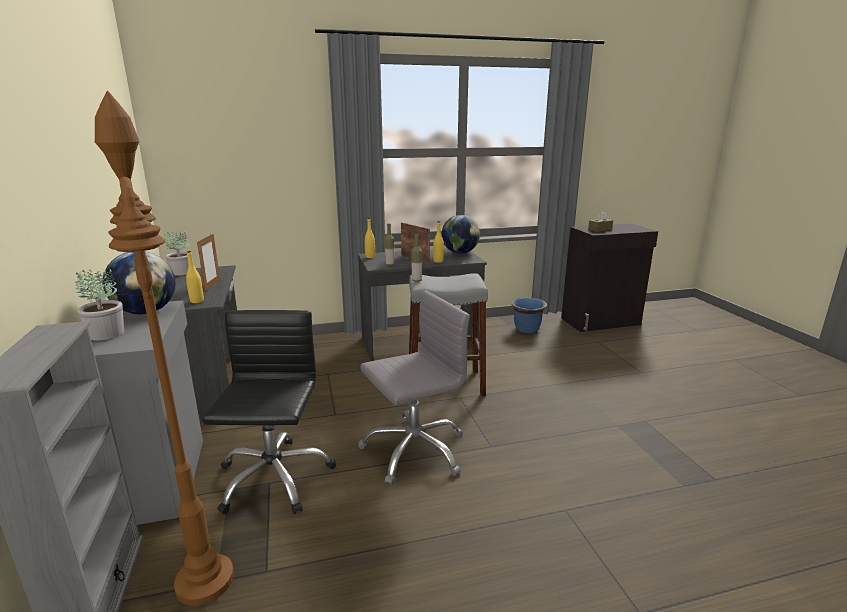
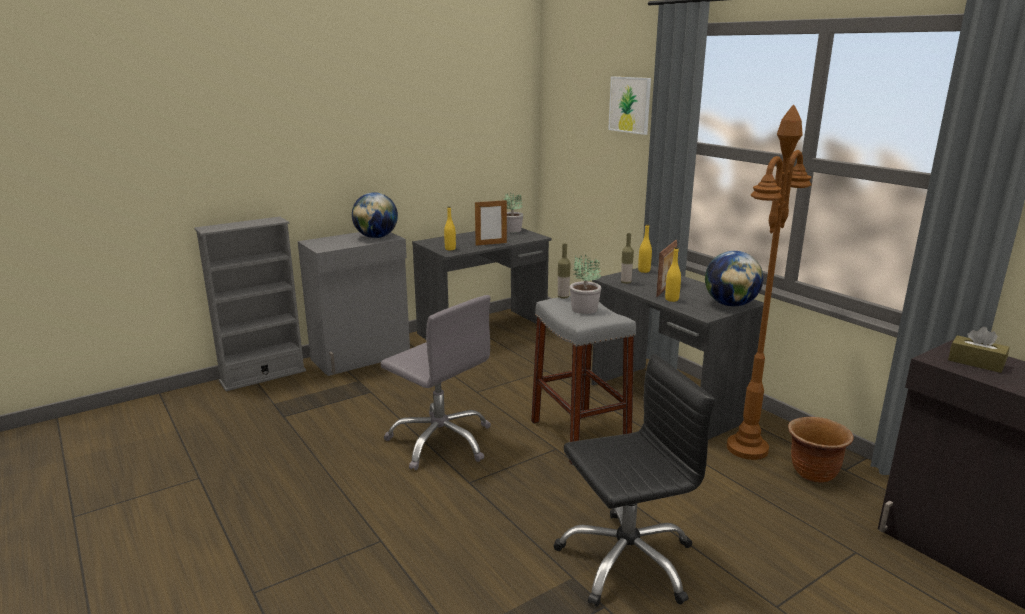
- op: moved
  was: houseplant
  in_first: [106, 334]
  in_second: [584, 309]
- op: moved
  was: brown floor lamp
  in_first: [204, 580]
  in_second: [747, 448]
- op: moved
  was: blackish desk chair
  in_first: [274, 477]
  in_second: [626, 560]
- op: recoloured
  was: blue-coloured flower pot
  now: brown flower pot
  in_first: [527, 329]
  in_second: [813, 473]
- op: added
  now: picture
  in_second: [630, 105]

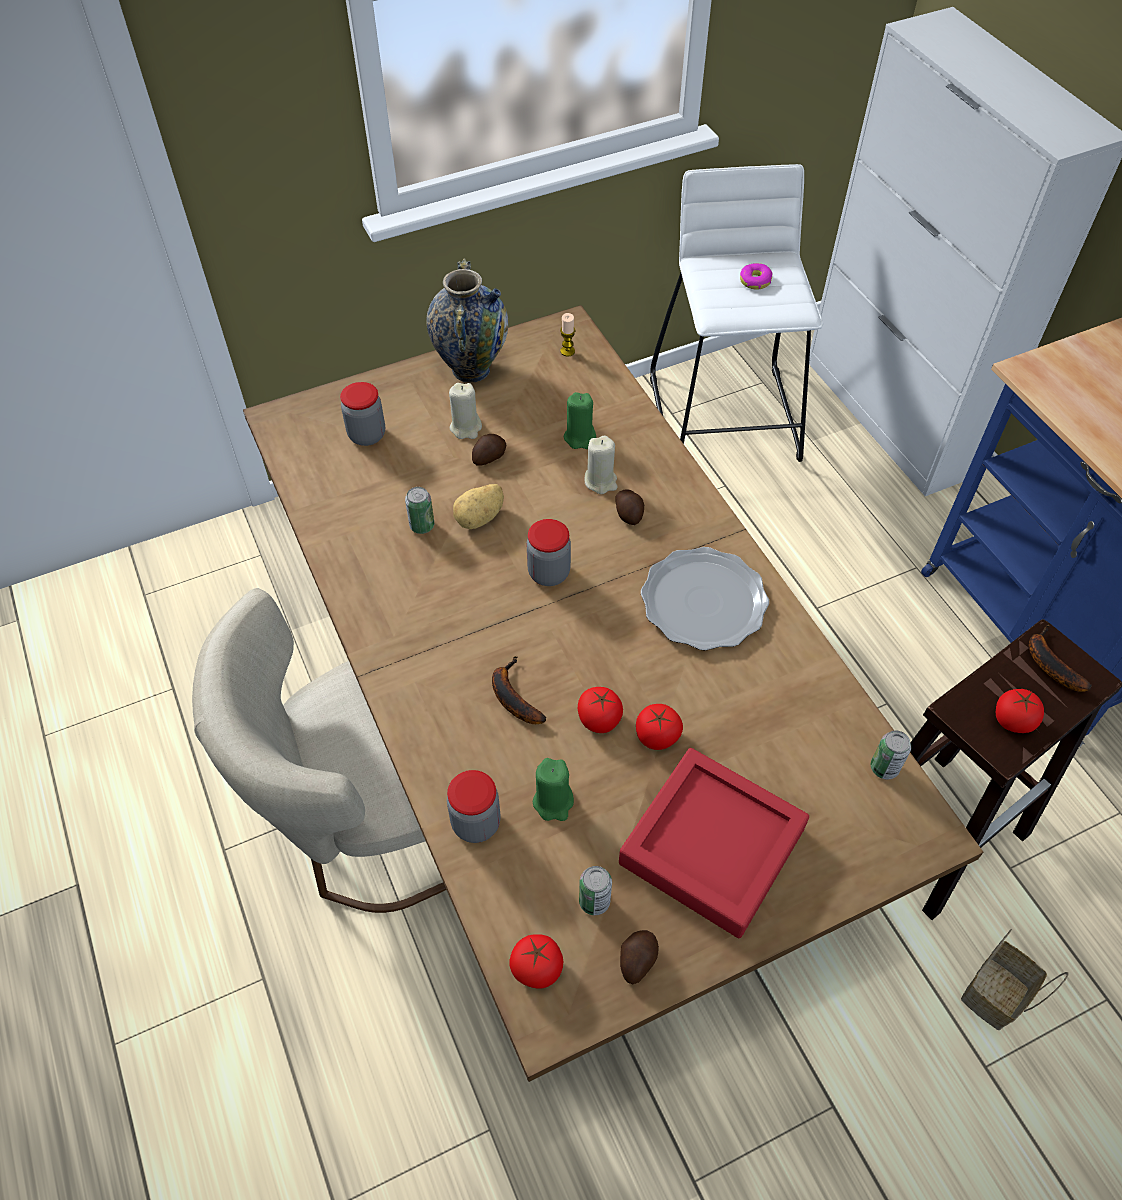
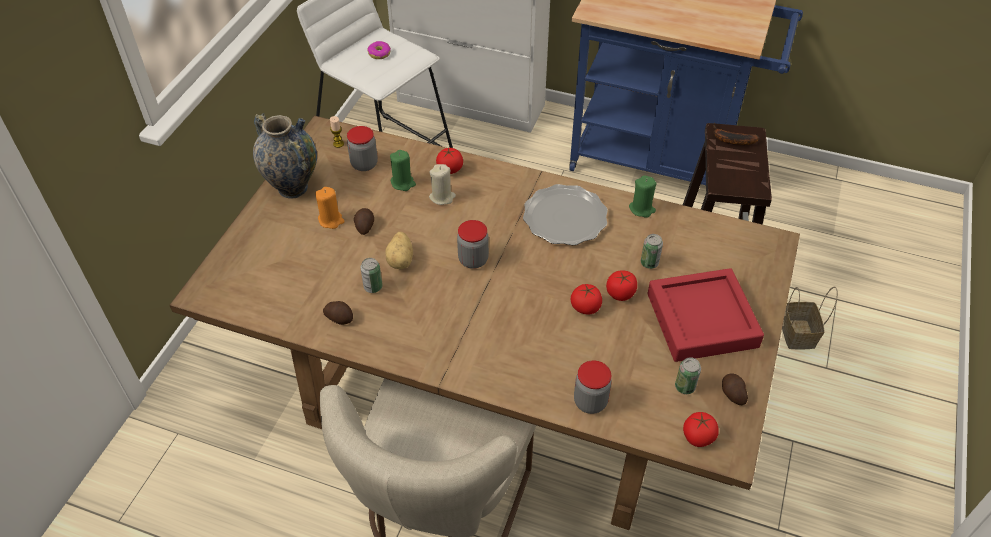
- op: moved
  was: jar
  in_first: [367, 435]
  in_second: [364, 164]
- op: recoloured
  was: beige wax candle
  now: orange-coloured wax candle
  in_first: [466, 428]
  in_second: [331, 220]
- op: removed
  was: banana fruit
  in_first: [512, 696]
- op: moved
  was: greenish wax candle
  in_first: [553, 802]
  in_second: [642, 209]
- op: moved
  was: spud
  in_first: [629, 513]
  in_second: [339, 317]
- op: moved
  was: can
  in_first: [884, 768]
  in_second: [649, 263]
- op: moved
  was: tomato
  in_first: [1012, 720]
  in_second: [449, 169]

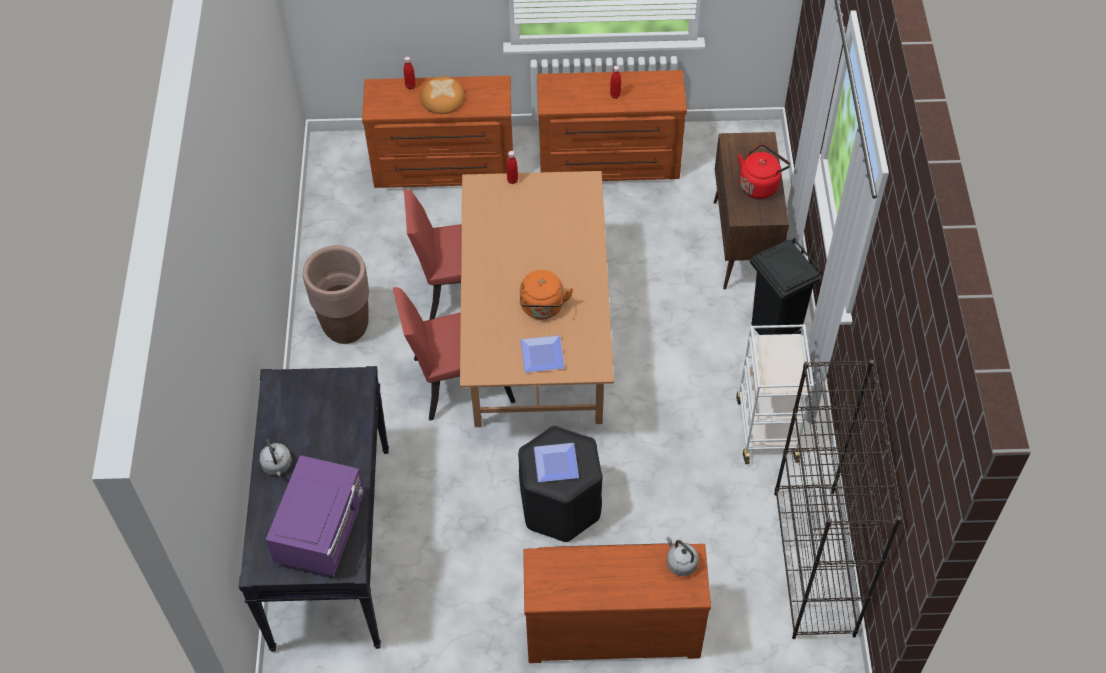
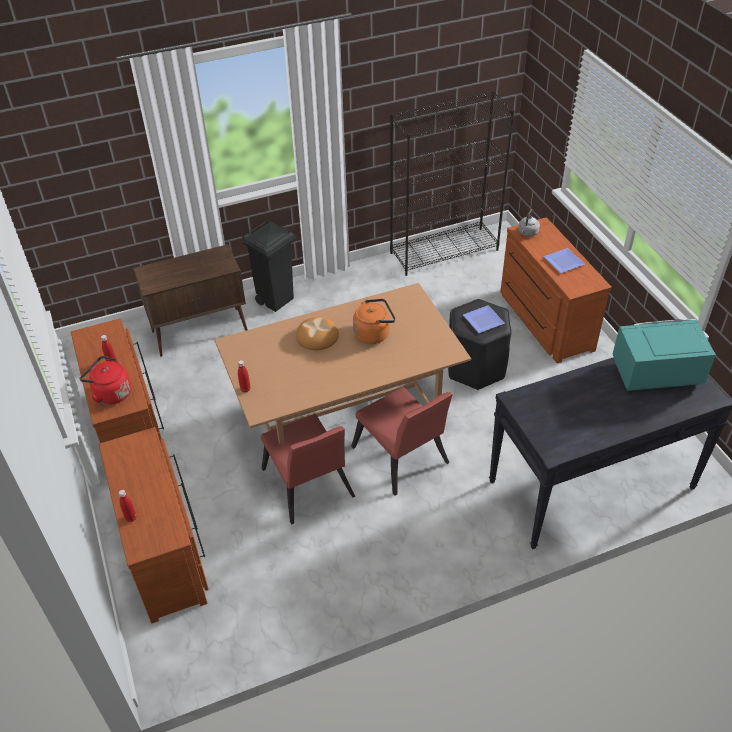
- op: removed
  was: grey kettle
  in_first: [277, 466]
- op: recoloured
  was: purplish microwave oven
  now: turquoise microwave oven
  in_first: [322, 530]
  in_second: [654, 373]
- op: removed
  was: brown flower pot
  in_first: [345, 327]
- op: moved
  was: baked bread
  in_first: [442, 98]
  in_second: [317, 337]
- op: moved
  was: flat dish
  in_first: [543, 354]
  in_second: [562, 262]
- op: removed
  was: white cart
  in_first: [766, 427]
- op: moved
  was: red kettle
  in_first: [760, 184]
  in_second: [110, 393]

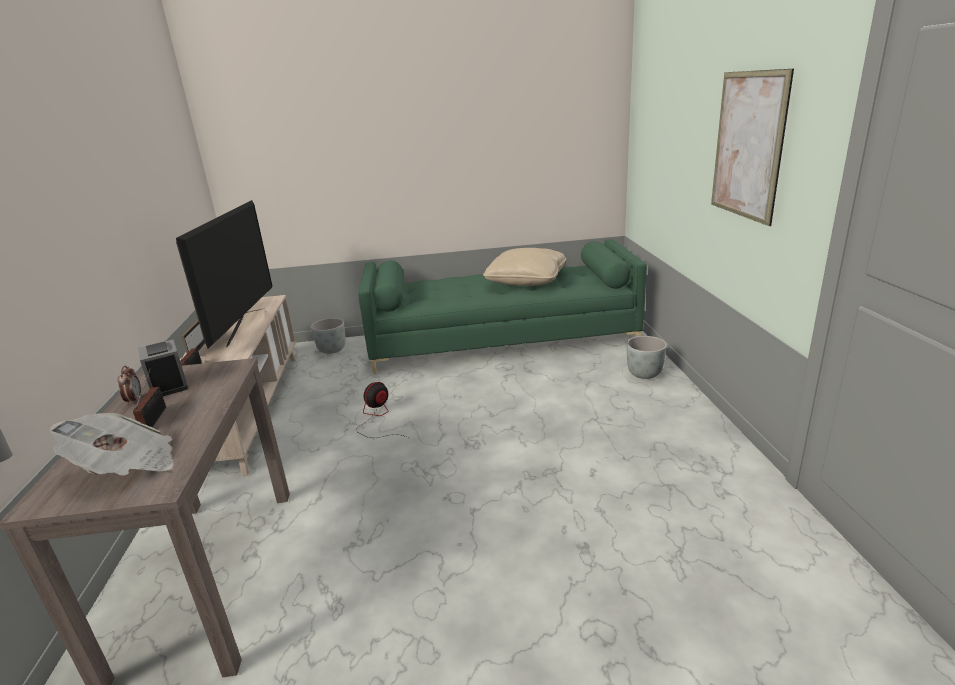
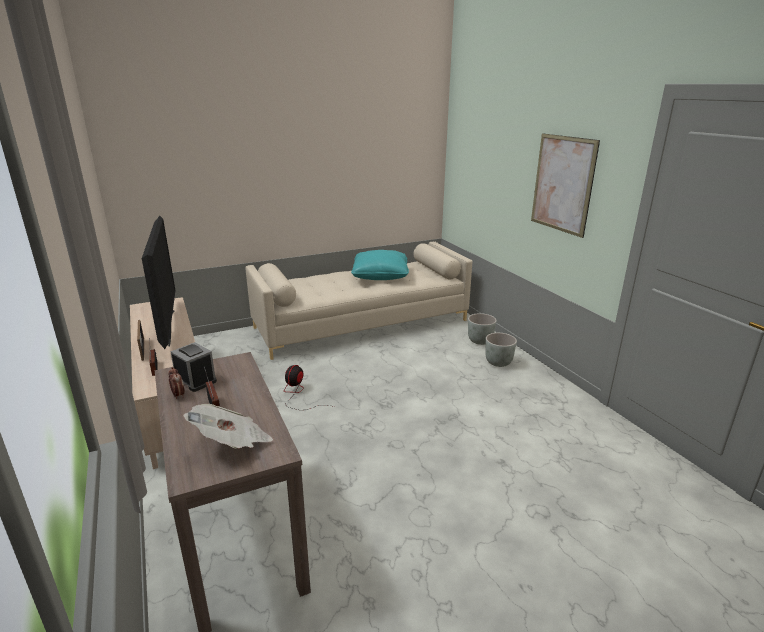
- op: moved
  was: grey flower pot
  in_first: [332, 350]
  in_second: [499, 363]
- op: recoloured
  was: greenish sofa
  now: beige sofa
  in_first: [502, 340]
  in_second: [362, 323]
- op: recoloured
  was: beige throw pillow
  now: turquoise throw pillow
  in_first: [526, 280]
  in_second: [380, 276]

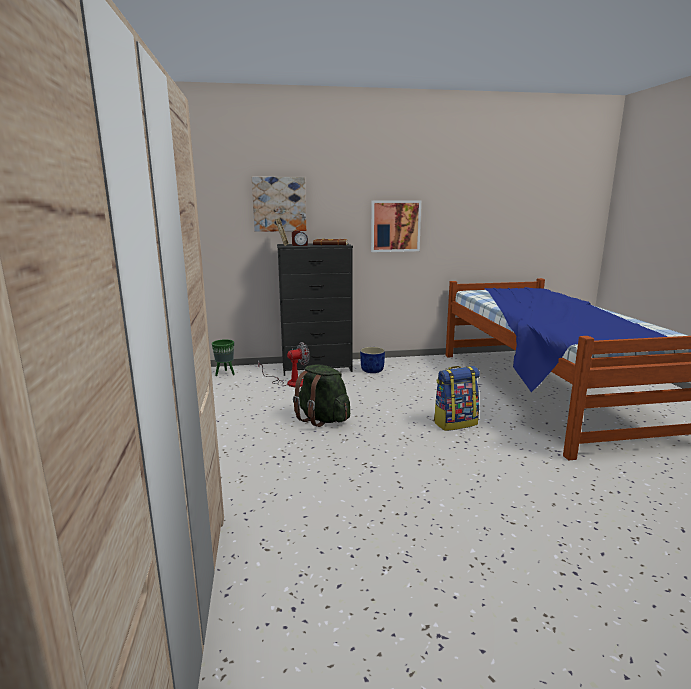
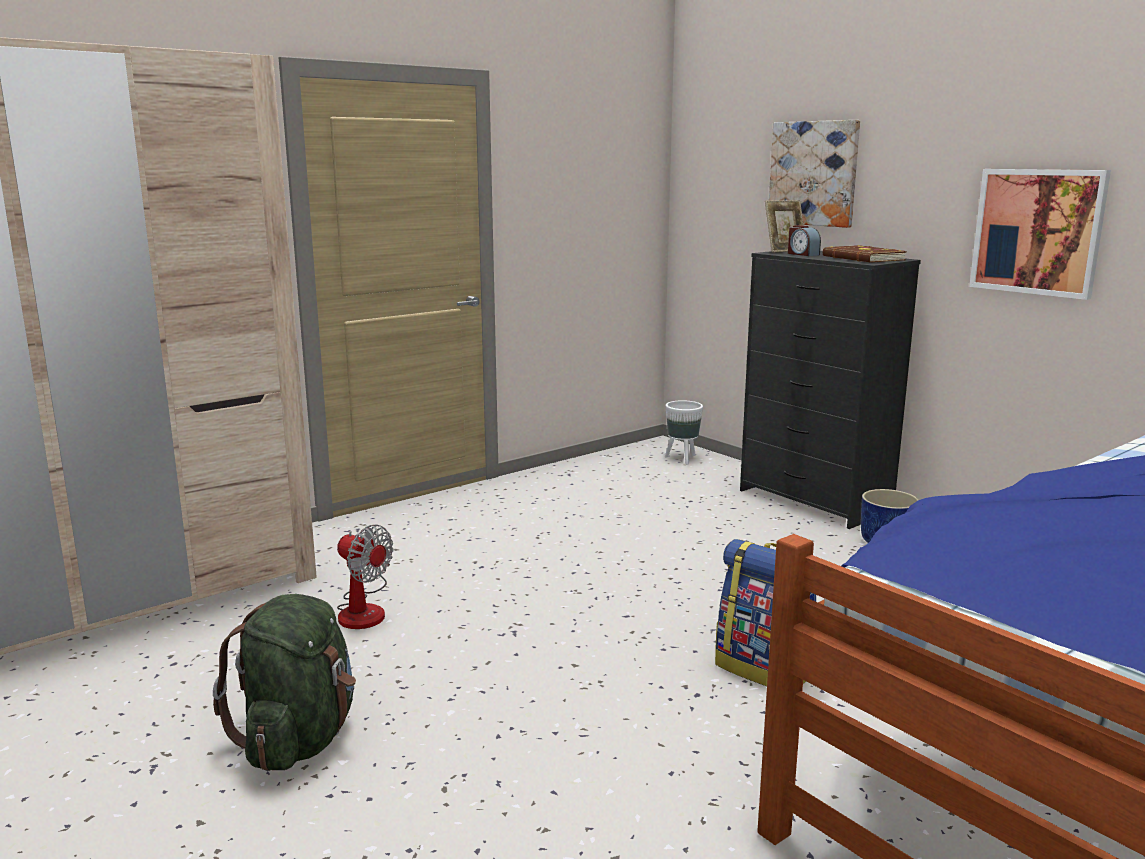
- op: recoloured
  was: greenish flower pot
  now: white flower pot
  in_first: [225, 374]
  in_second: [682, 459]
- op: moved
  was: electric fan
  in_first: [290, 382]
  in_second: [364, 609]
- op: moved
  was: greenish rucksack
  in_first: [322, 419]
  in_second: [299, 739]

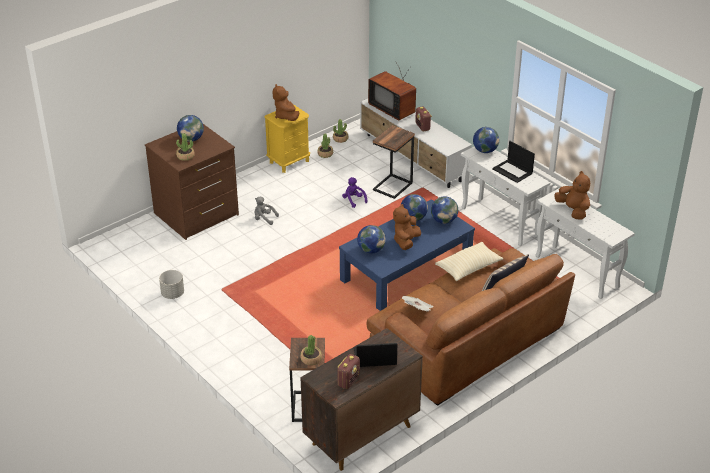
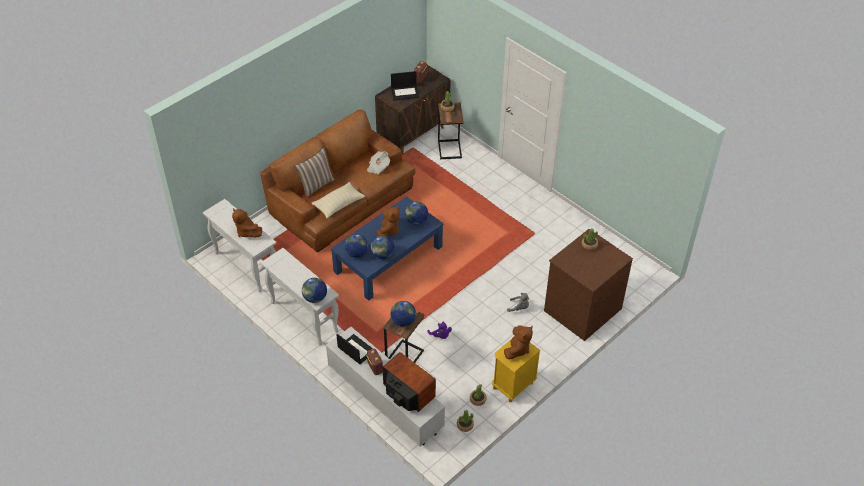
- op: removed
  was: grey flower pot
  in_first: [172, 294]
- op: moved
  was: globe
  in_first: [191, 139]
  in_second: [403, 321]
- op: turned
  was: brown cuddly toy
  in_first: [286, 116]
  in_second: [517, 349]
  clockwise: 45
- op: moved
  was: laptop
  in_first: [513, 171]
  in_second: [356, 349]

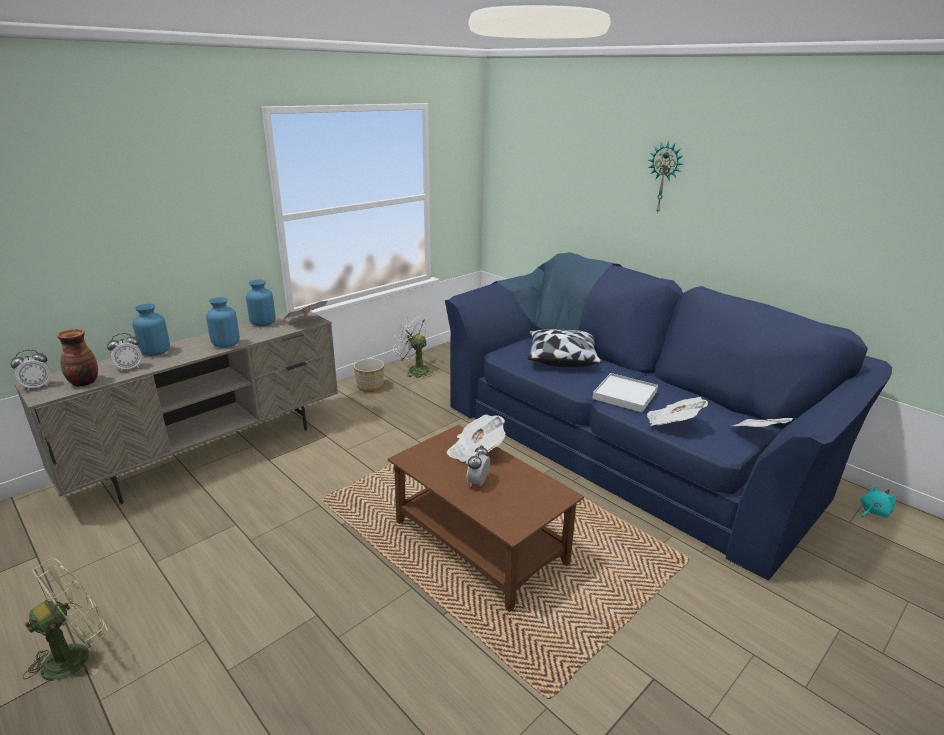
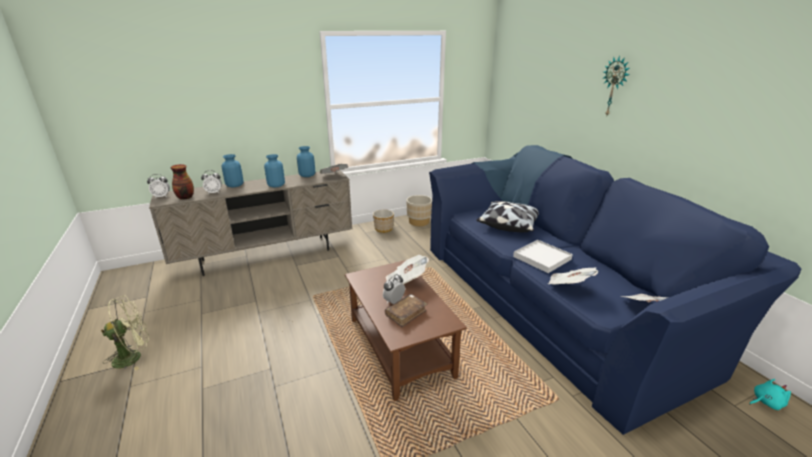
- op: replaced
  was: white electric fan
  now: beige flower pot
  in_first: [414, 370]
  in_second: [419, 222]
- op: added
  now: brown book
  in_second: [406, 314]

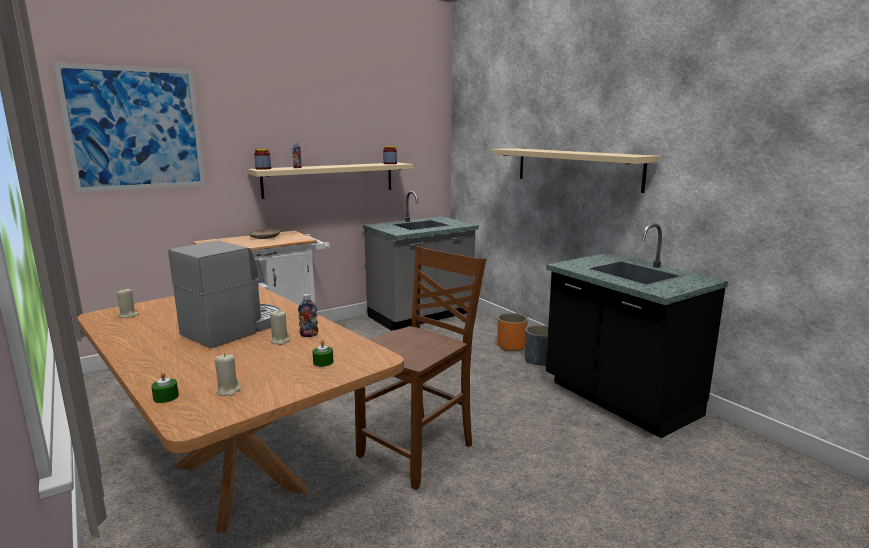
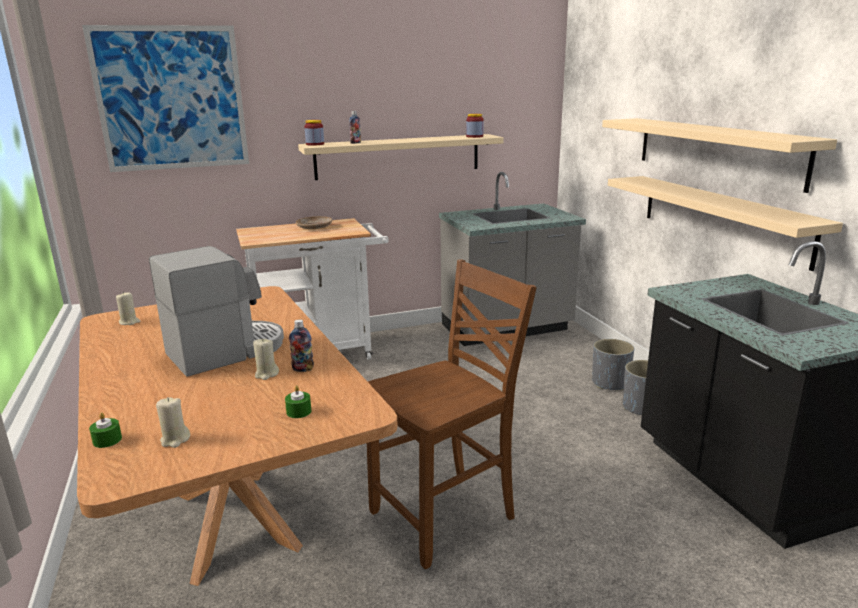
- op: recoloured
  was: orange-coloured flower pot
  now: grey flower pot
  in_first: [511, 346]
  in_second: [610, 383]
- op: added
  now: beige wall shelf
  in_second: [721, 217]

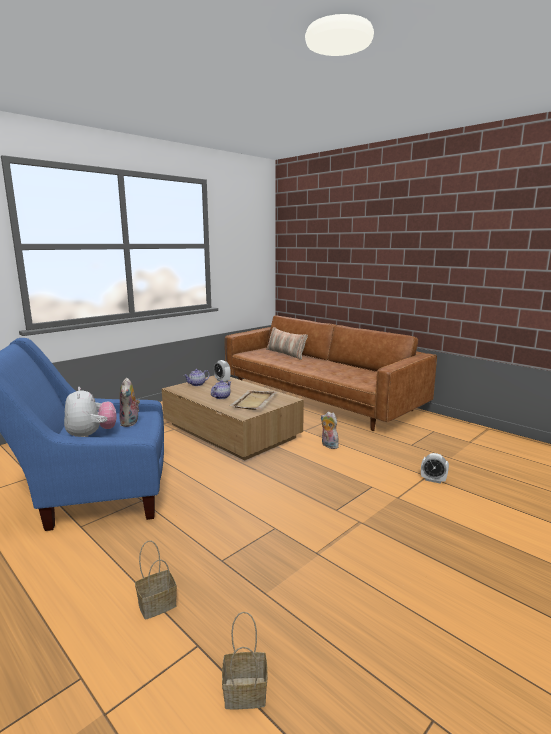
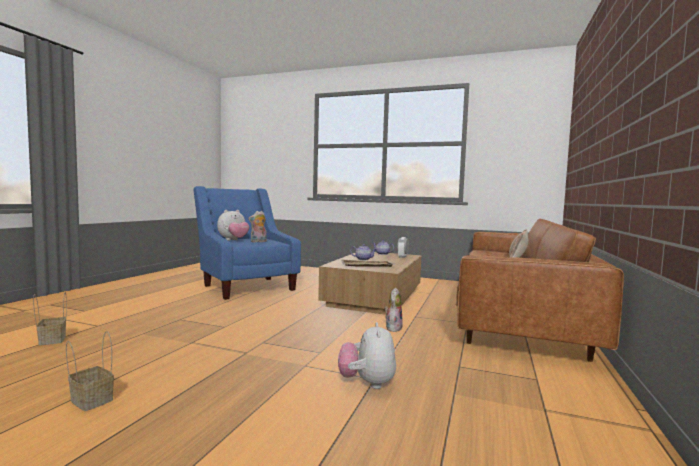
- op: moved
  was: storage basket
  in_first: [156, 606]
  in_second: [90, 400]
- op: replaced
  was: table clock
  now: cuddly toy
  in_first: [433, 480]
  in_second: [367, 383]

